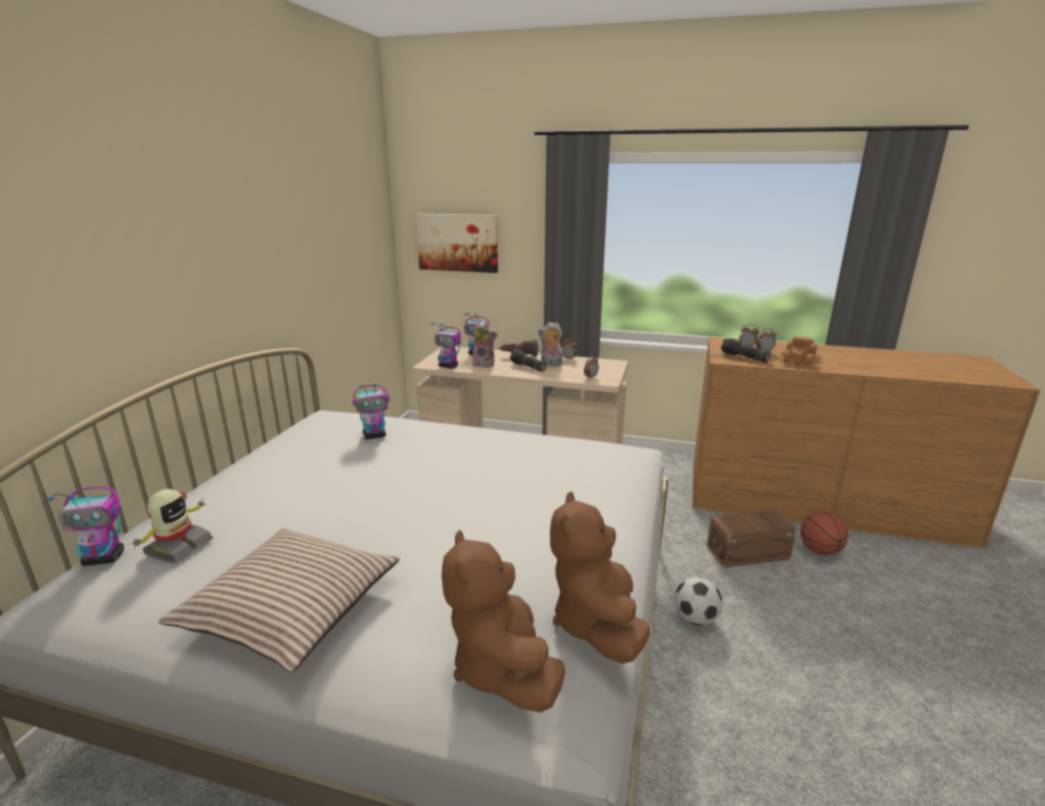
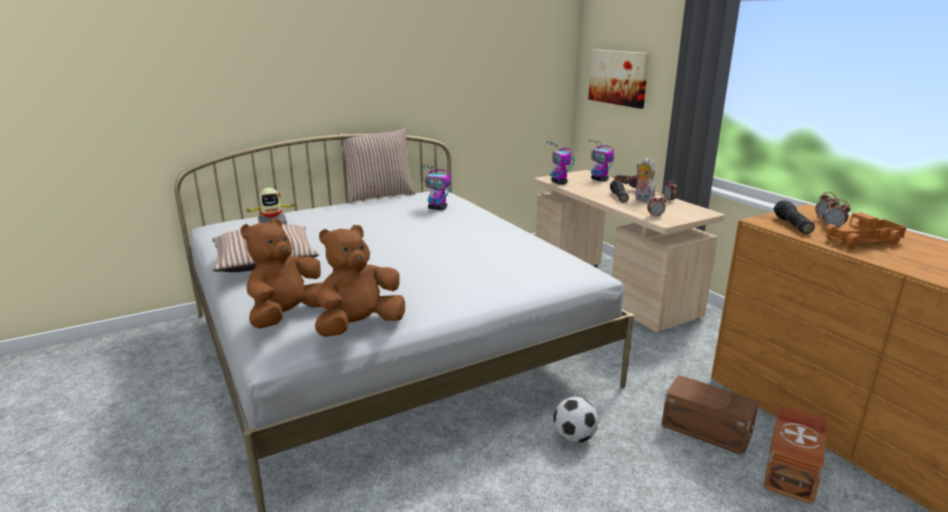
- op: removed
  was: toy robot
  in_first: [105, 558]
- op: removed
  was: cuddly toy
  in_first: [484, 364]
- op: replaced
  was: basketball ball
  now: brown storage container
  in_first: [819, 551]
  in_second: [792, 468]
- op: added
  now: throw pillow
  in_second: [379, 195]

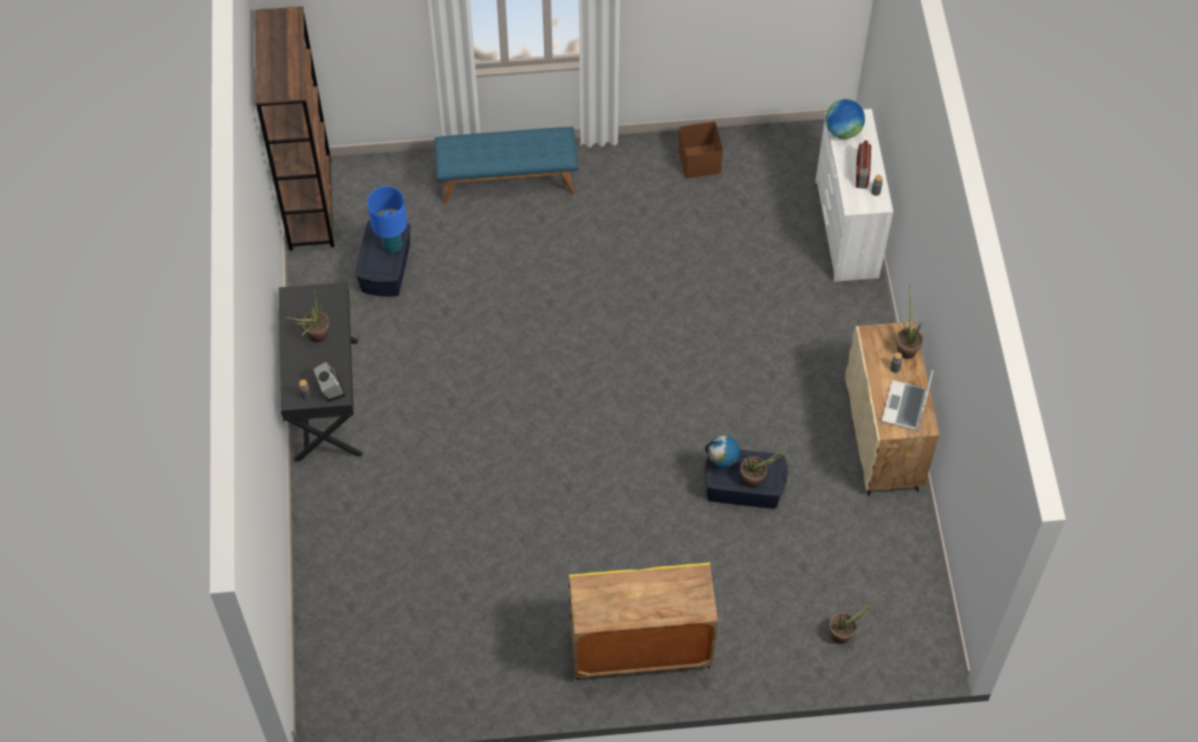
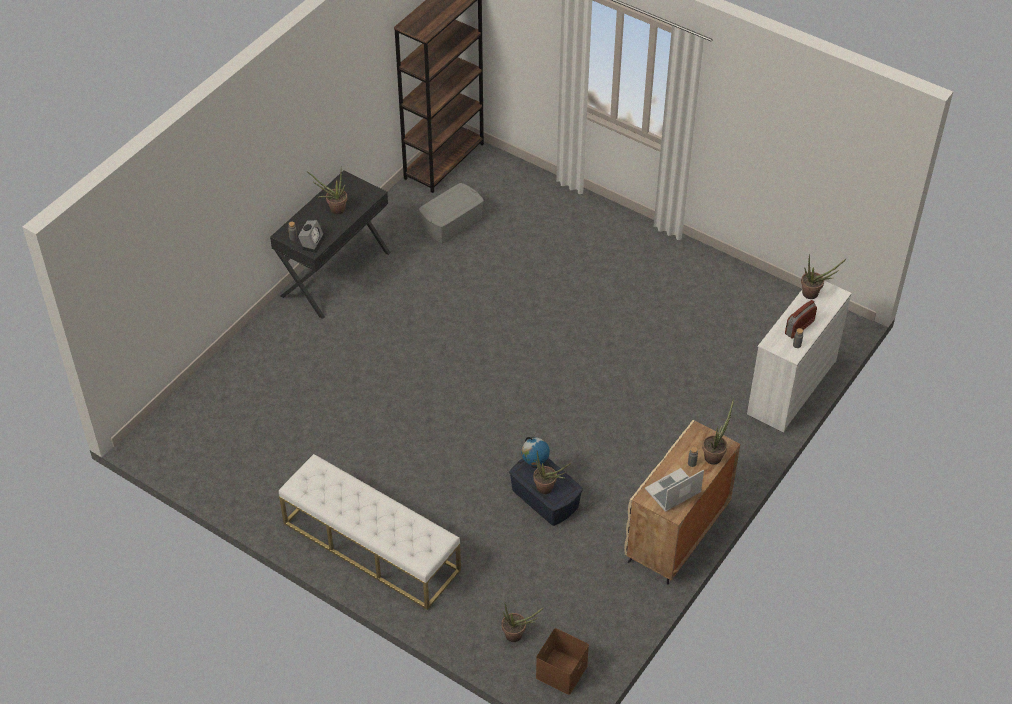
- op: recoloured
  was: blue-coloured storage container
  now: grey storage container
  in_first: [385, 267]
  in_second: [451, 223]
- op: removed
  was: blue-coloured lamp for a table
  in_first: [392, 246]
- op: removed
  was: blue-coloured long seat
  in_first: [507, 180]
- op: replaced
  was: yellow-coloured storage cabinet
  now: white long seat
  in_first: [640, 649]
  in_second: [371, 546]
- op: moved
  was: brown storage container
  in_first: [700, 162]
  in_second: [562, 672]
- op: replaced
  was: globe
  now: houseplant
  in_first: [843, 131]
  in_second: [813, 294]

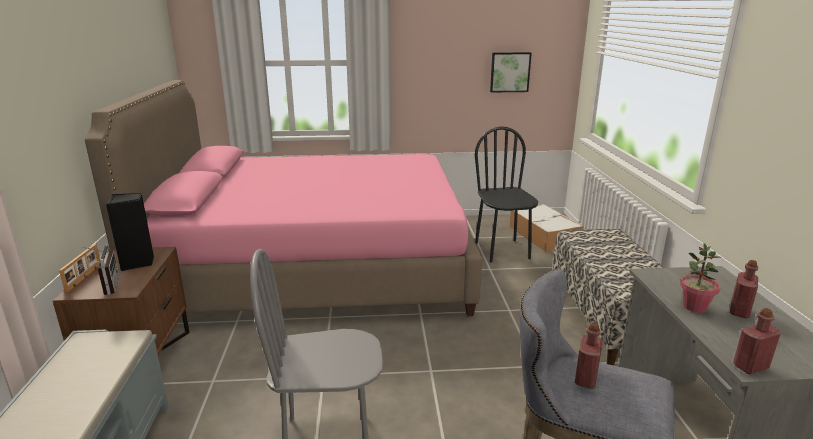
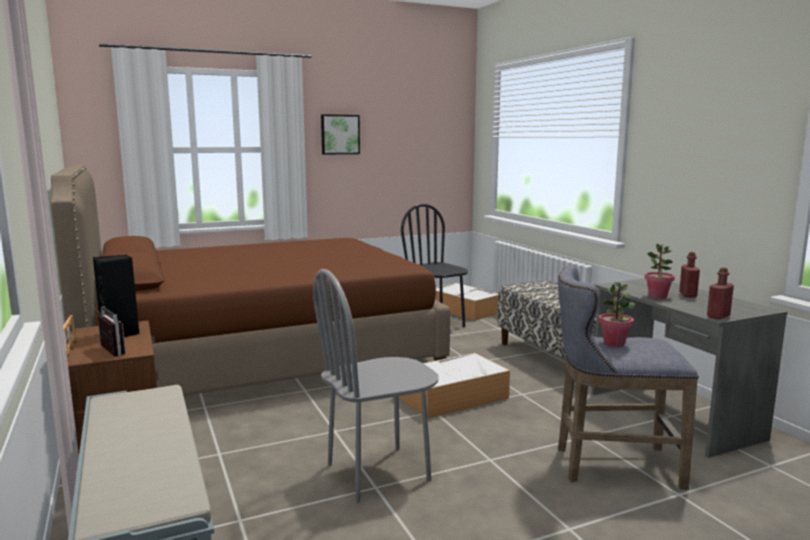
- op: recoloured
  was: pinkish sleeping bed
  now: brown sleeping bed
  in_first: [317, 267]
  in_second: [259, 357]
- op: moved
  was: picture
  in_first: [509, 72]
  in_second: [340, 134]
- op: replaced
  was: red bottle
  now: houseplant
  in_first: [586, 379]
  in_second: [614, 343]
- op: added
  now: storage container
  in_second: [453, 396]

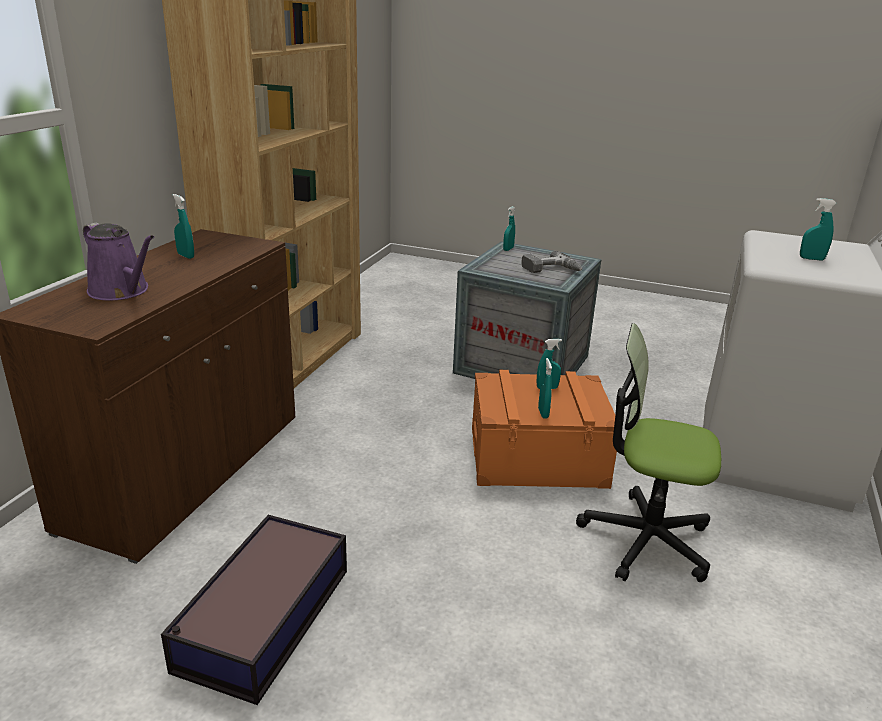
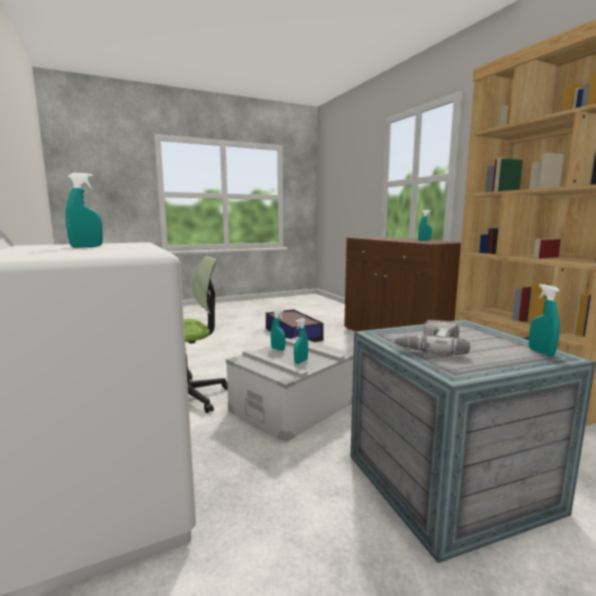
- op: removed
  was: purplish watering pot
  in_first: [122, 291]
- op: recoloured
  was: orange-coloured storage container
  now: grey storage container
  in_first: [537, 456]
  in_second: [292, 406]

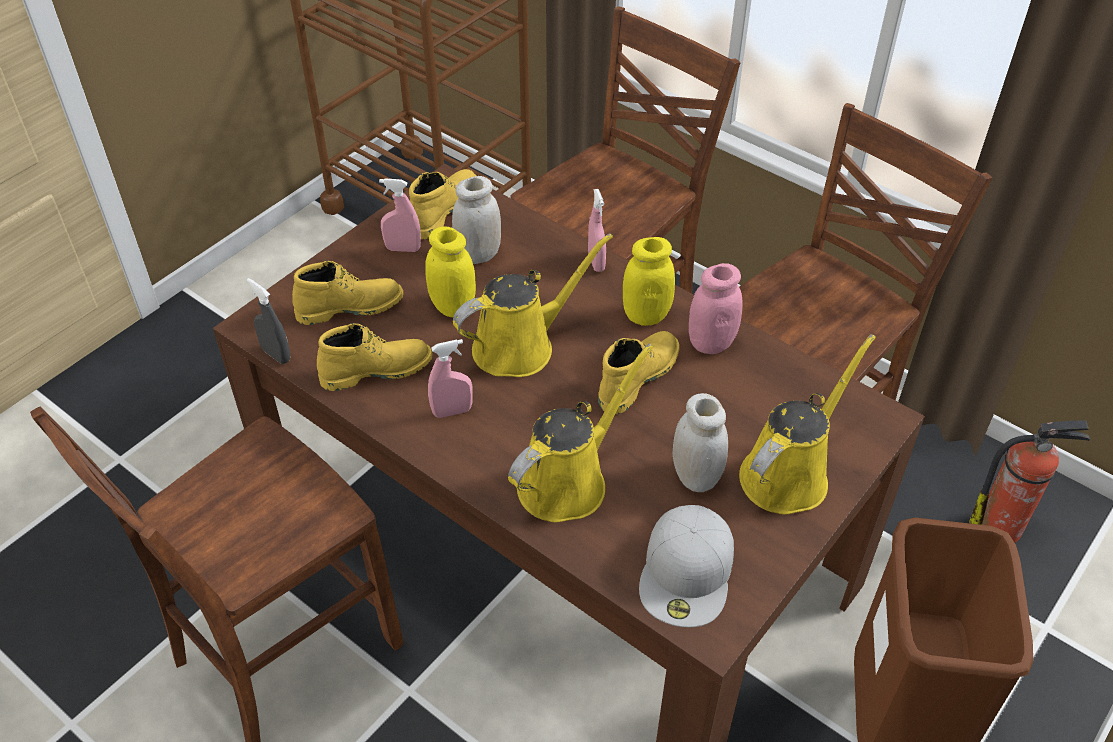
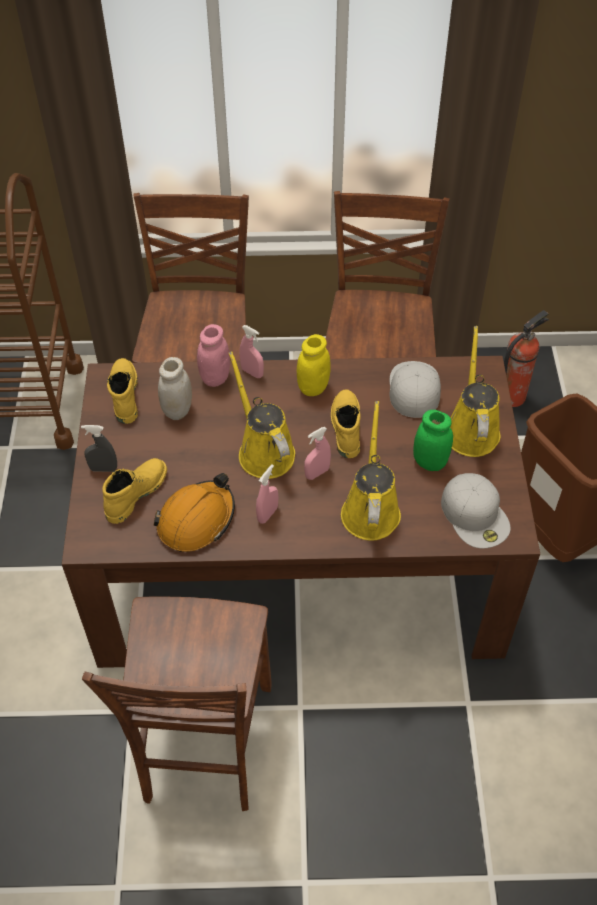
- op: moved
  was: grey spray bottle
  in_first: [276, 354]
  in_second: [103, 469]
- op: replaced
  was: yellow-coloured tall boot
  now: orange-coloured work helmet
  in_first: [376, 369]
  in_second: [196, 520]
- op: moved
  was: pinkish spray bottle
  in_first: [403, 249]
  in_second: [317, 473]
- op: removed
  was: yellow-coloured jar
  in_first: [453, 307]
- op: turned
  was: yellow-coloured watering pot
  in_first: [520, 346]
  in_second: [263, 450]
  clockwise: -45
- op: recoloured
  was: white jar
  now: greenish jar
  in_first: [696, 476]
  in_second: [430, 462]
- op: moved
  was: pinkish jar
  in_first: [711, 343]
  in_second: [215, 378]
- op: added
  now: white cap
  in_second: [413, 388]

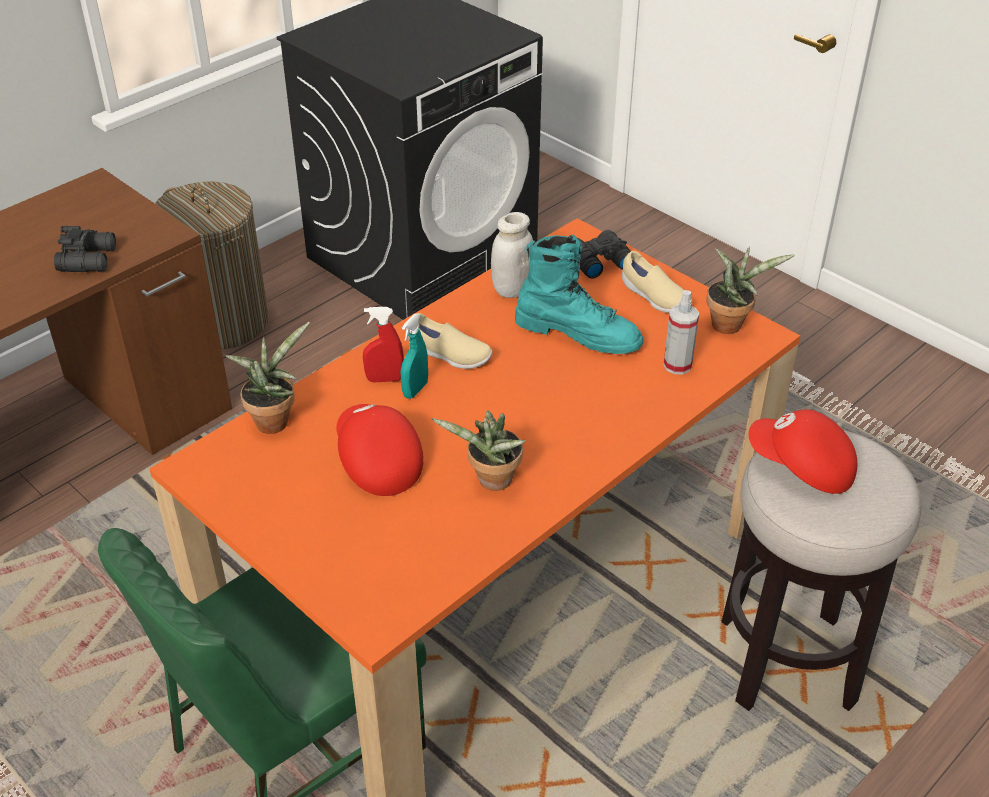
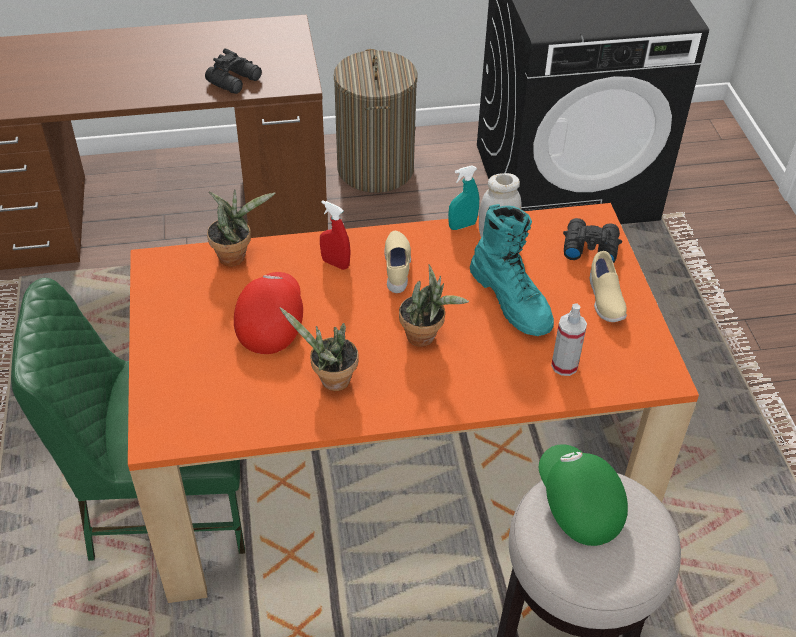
- op: moved
  was: turquoise spray bottle
  in_first: [415, 390]
  in_second: [462, 225]
- op: turned
  was: beige low shoe
  in_first: [449, 355]
  in_second: [398, 268]
  clockwise: -150
- op: moved
  was: houseplant
  in_first: [730, 324]
  in_second: [425, 337]
- op: recoloured
  was: red cap
  now: greenish cap
  in_first: [801, 467]
  in_second: [577, 504]

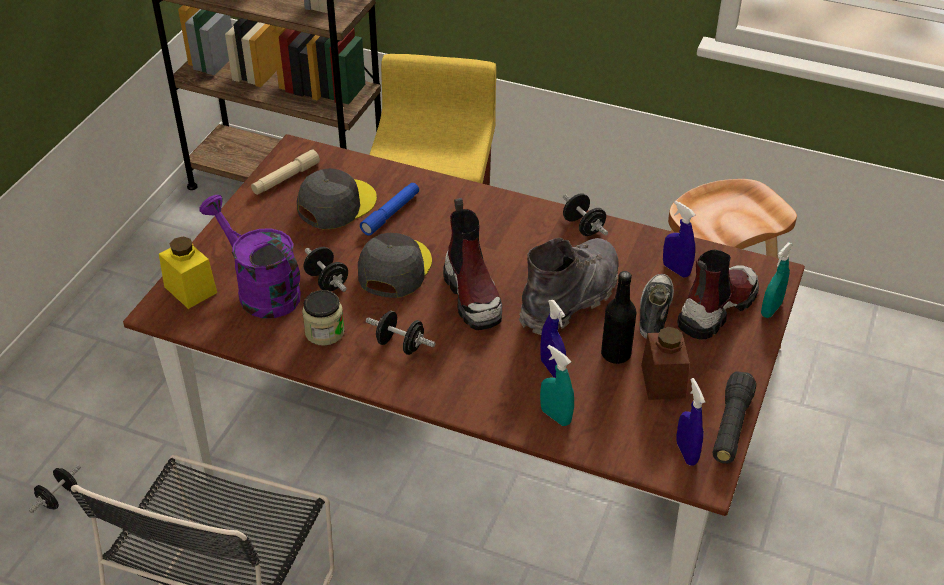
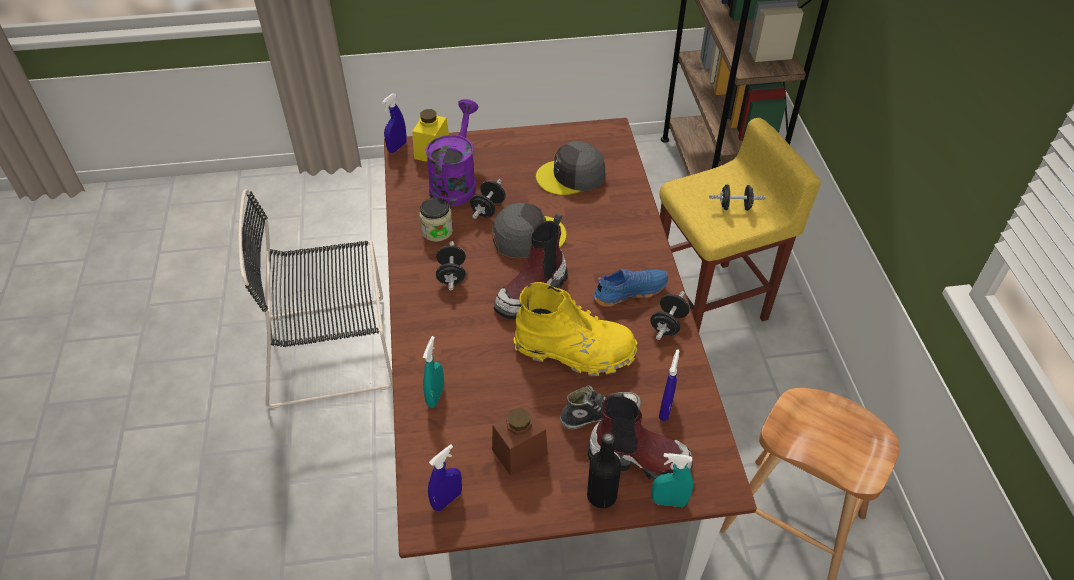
- op: moved
  was: blackish hand weight
  in_first: [59, 498]
  in_second: [735, 207]
- op: removed
  was: beige hand torch
  in_first: [286, 178]
- op: turned
  was: grey cap
  in_first: [336, 204]
  in_second: [571, 176]
  clockwise: 150
- op: removed
  was: blue-coloured hand torch
  in_first: [391, 213]
- op: recoloured
  was: grey tall boot
  now: yellow-coloured tall boot
  in_first: [571, 297]
  in_second: [575, 351]
- op: moved
  was: blue-coloured spray bottle
  in_first: [552, 368]
  in_second: [397, 147]
- op: moved
  was: blackish bottle
  in_first: [616, 354]
  in_second: [601, 496]
- op: removed
  was: blackish hand torch
  in_first: [731, 426]
- op: added
  now: blue-coloured low shoe
  in_second: [629, 291]

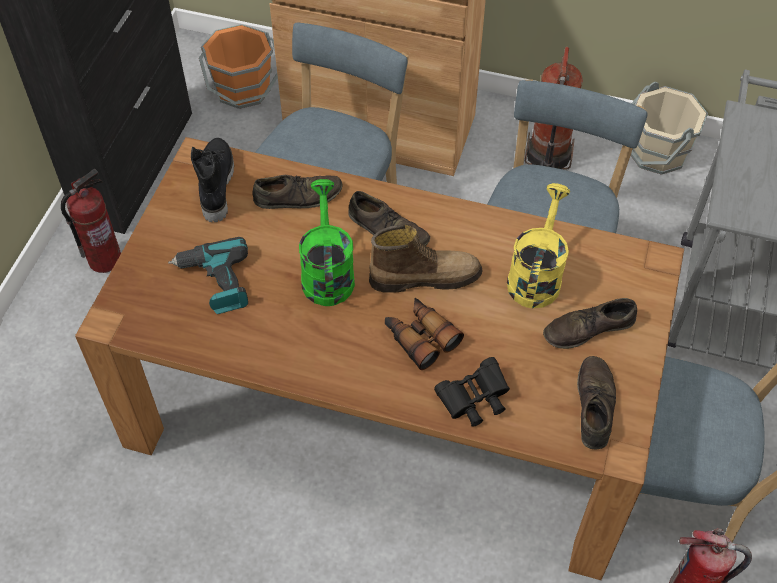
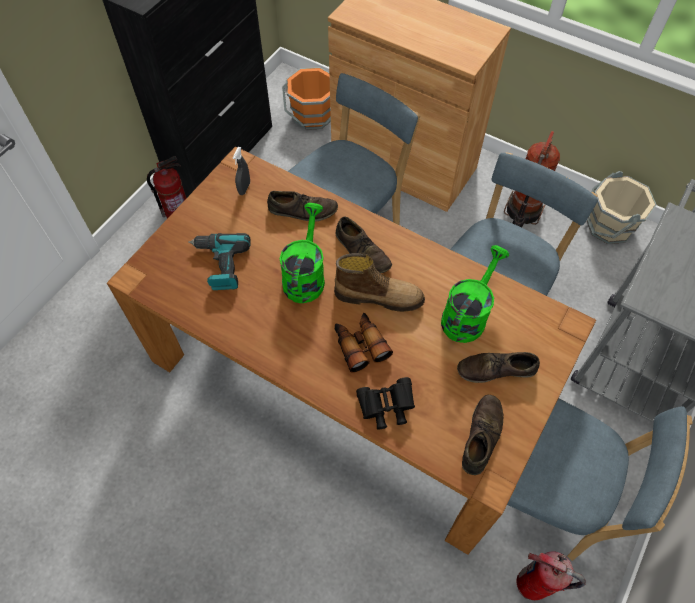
- op: replaced
  was: blackish tall boot
  now: grey spray bottle
  in_first: [215, 185]
  in_second: [244, 188]
- op: recoloured
  was: yellow-coloured watering pot
  now: greenish watering pot
  in_first: [536, 275]
  in_second: [467, 315]

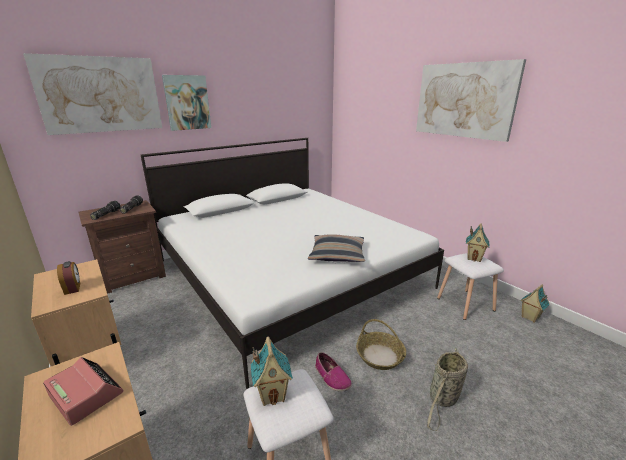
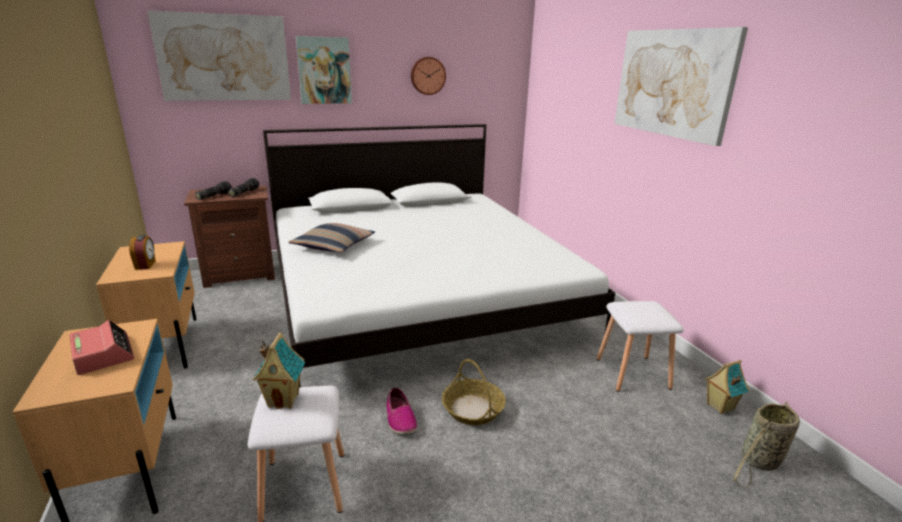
- op: moved
  was: throw pillow
  in_first: [337, 255]
  in_second: [333, 246]
- op: moved
  was: storage basket
  in_first: [443, 399]
  in_second: [759, 462]
- op: removed
  was: toy house
  in_first: [474, 258]
- op: added
  now: hanging clock
  in_second: [427, 76]

